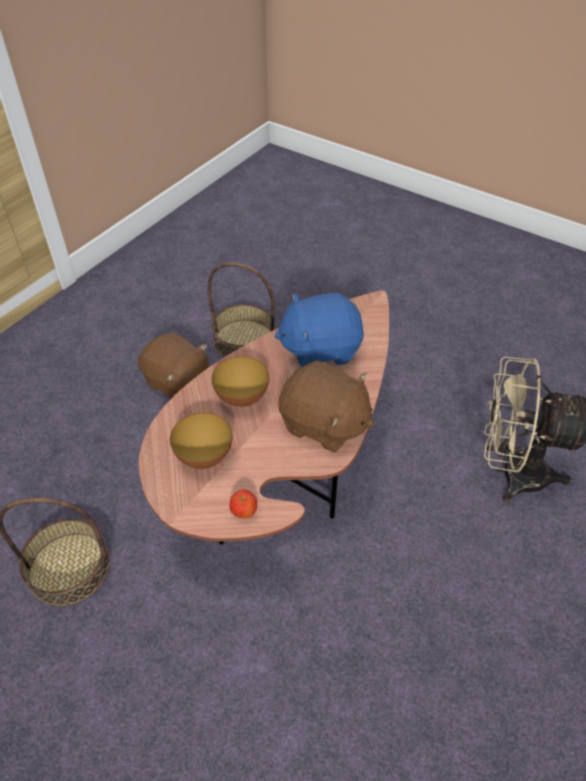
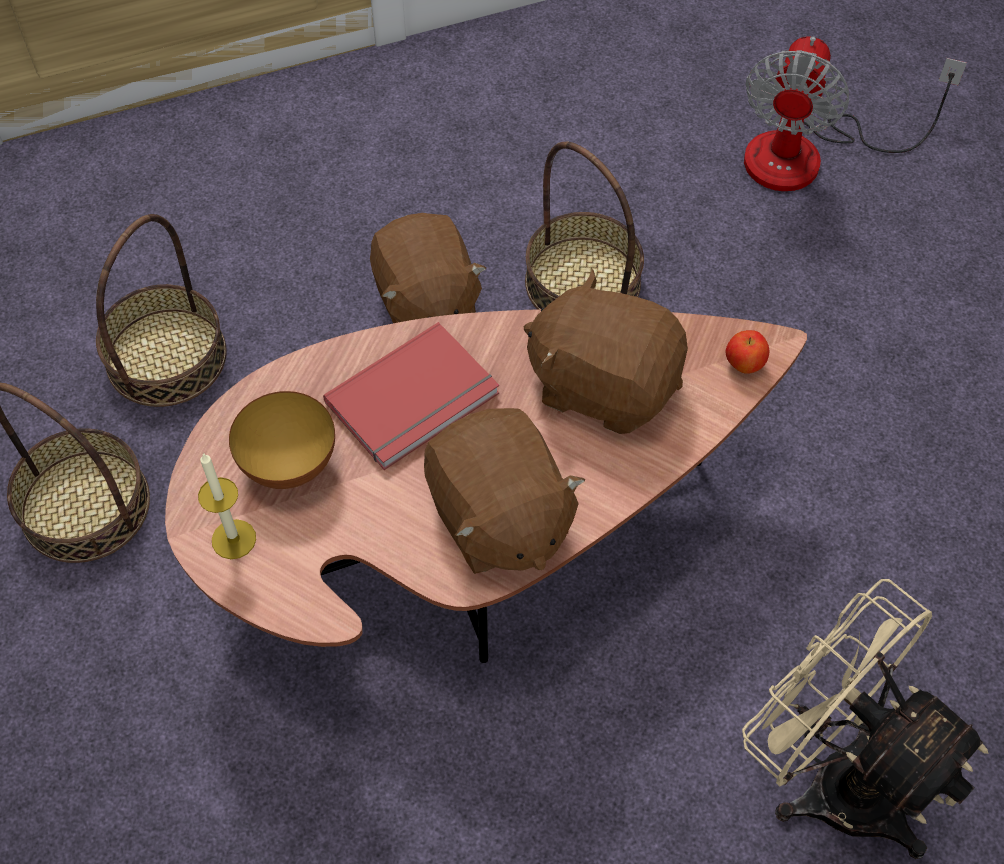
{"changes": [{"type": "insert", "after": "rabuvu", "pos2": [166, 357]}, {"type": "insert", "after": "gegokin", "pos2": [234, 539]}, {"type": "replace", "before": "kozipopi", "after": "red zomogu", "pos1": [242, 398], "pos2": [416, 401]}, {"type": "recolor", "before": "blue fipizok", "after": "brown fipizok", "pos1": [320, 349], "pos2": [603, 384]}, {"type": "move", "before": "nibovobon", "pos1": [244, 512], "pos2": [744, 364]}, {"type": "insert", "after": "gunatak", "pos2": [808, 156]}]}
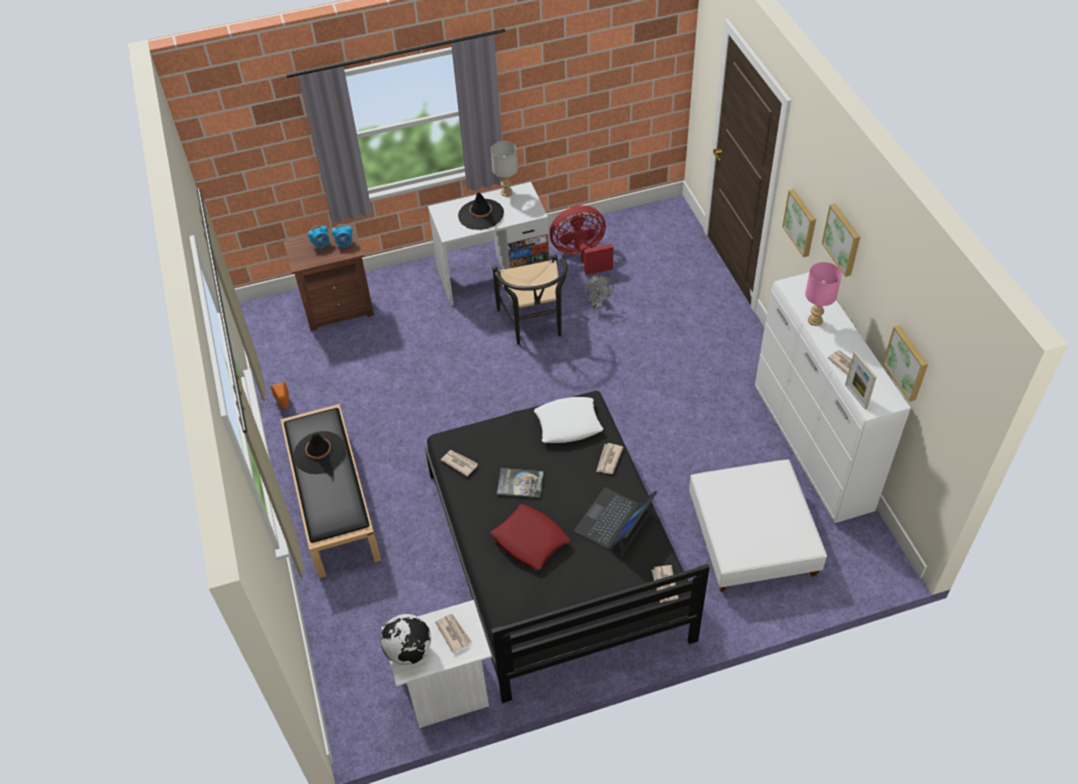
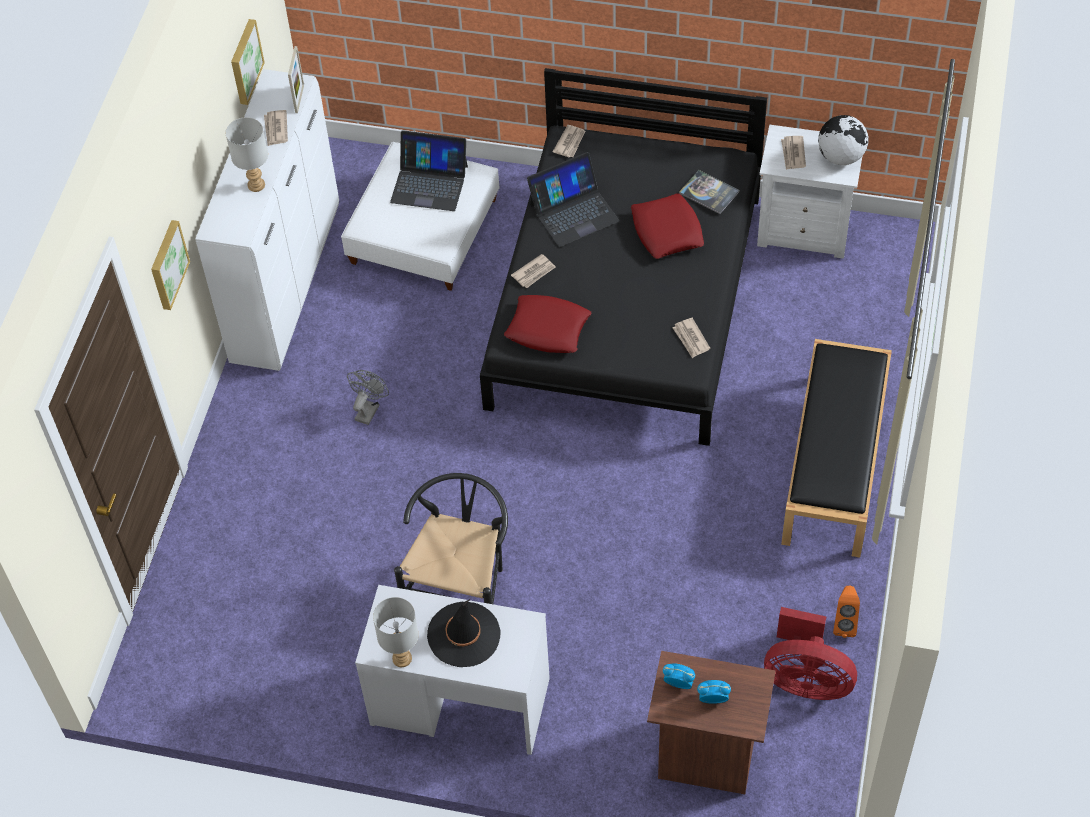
{"changes": [{"type": "recolor", "before": "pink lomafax", "after": "grey lomafax", "pos1": [814, 320], "pos2": [256, 186]}, {"type": "move", "before": "grey gunatak", "pos1": [597, 304], "pos2": [368, 409]}, {"type": "insert", "after": "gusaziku", "pos2": [429, 183]}, {"type": "recolor", "before": "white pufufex", "after": "red pufufex", "pos1": [568, 424], "pos2": [548, 329]}, {"type": "move", "before": "zomogu", "pos1": [520, 483], "pos2": [709, 192]}, {"type": "move", "before": "red gunatak", "pos1": [582, 256], "pos2": [805, 680]}, {"type": "delete", "before": "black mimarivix", "pos1": [319, 453]}, {"type": "delete", "before": "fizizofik", "pos1": [843, 239]}]}
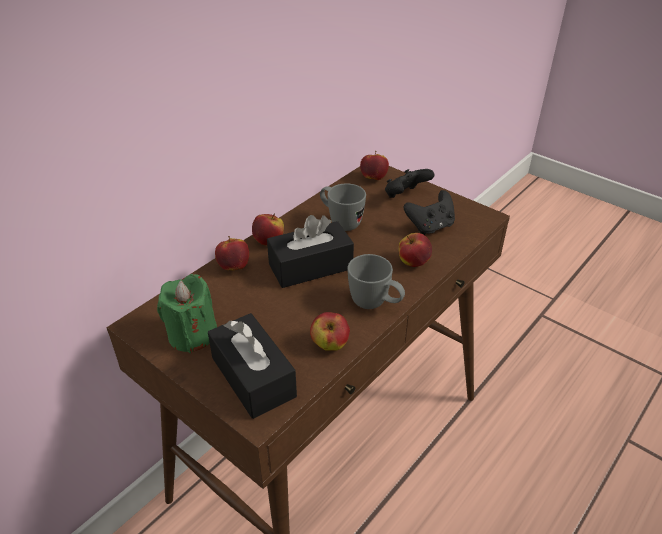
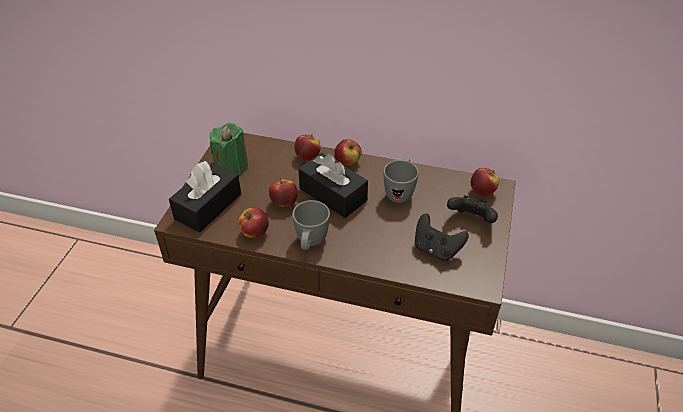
{"changes": [{"type": "move", "before": "nibovobon", "pos1": [413, 262], "pos2": [284, 203]}]}
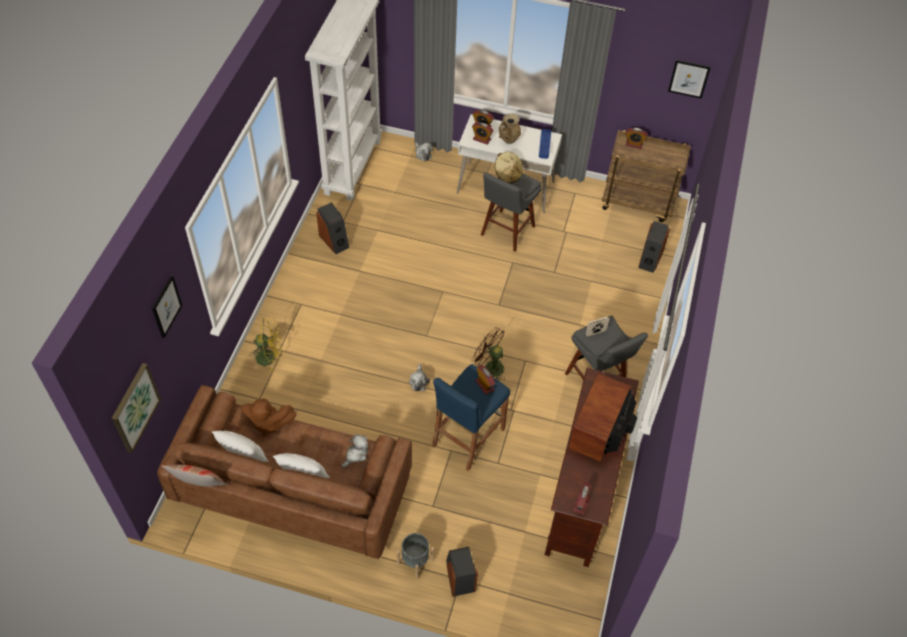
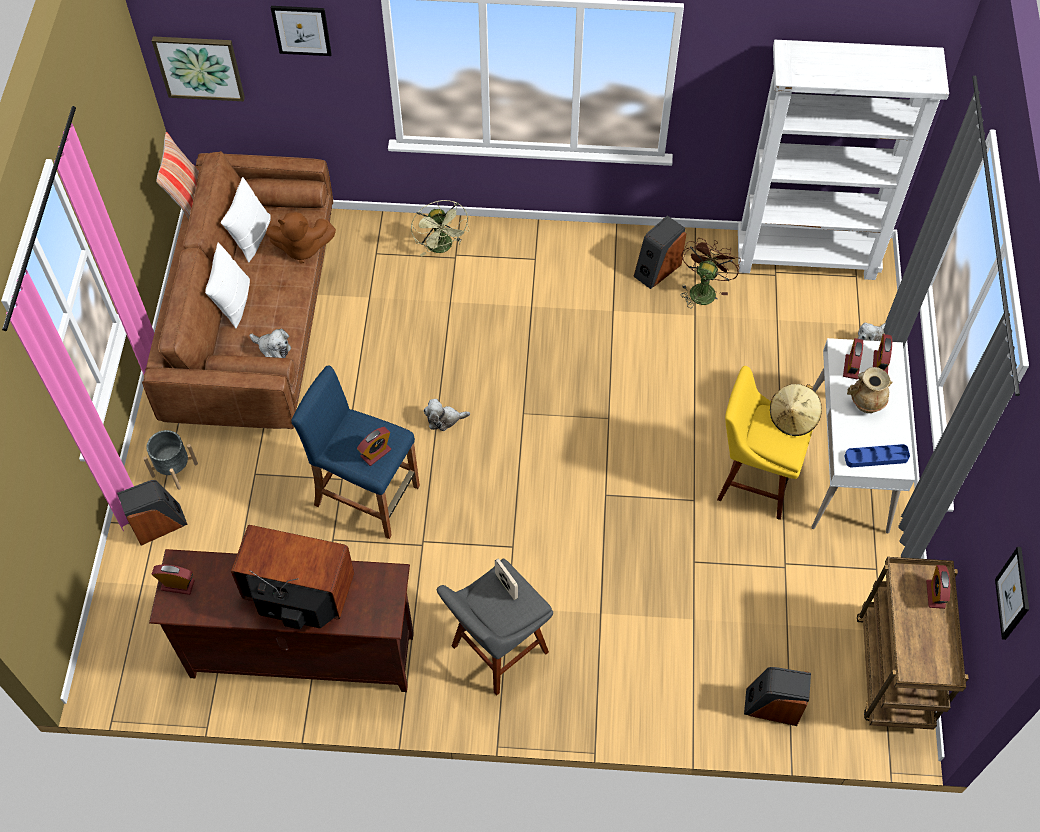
{"changes": [{"type": "rotate", "before": "brown fipizok", "pos1": [268, 423], "pos2": [302, 248], "turn": -90}, {"type": "recolor", "before": "yellow gunatak", "after": "green gunatak", "pos1": [270, 356], "pos2": [442, 248]}, {"type": "move", "before": "brown gunatak", "pos1": [489, 367], "pos2": [703, 289]}, {"type": "recolor", "before": "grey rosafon", "after": "yellow rosafon", "pos1": [506, 232], "pos2": [752, 481]}]}
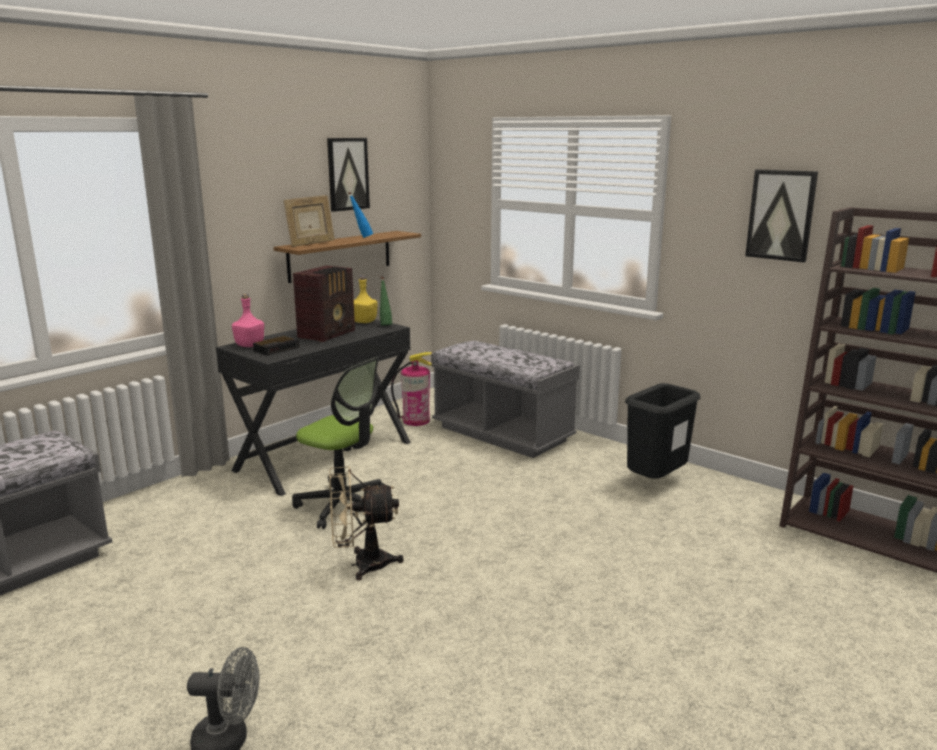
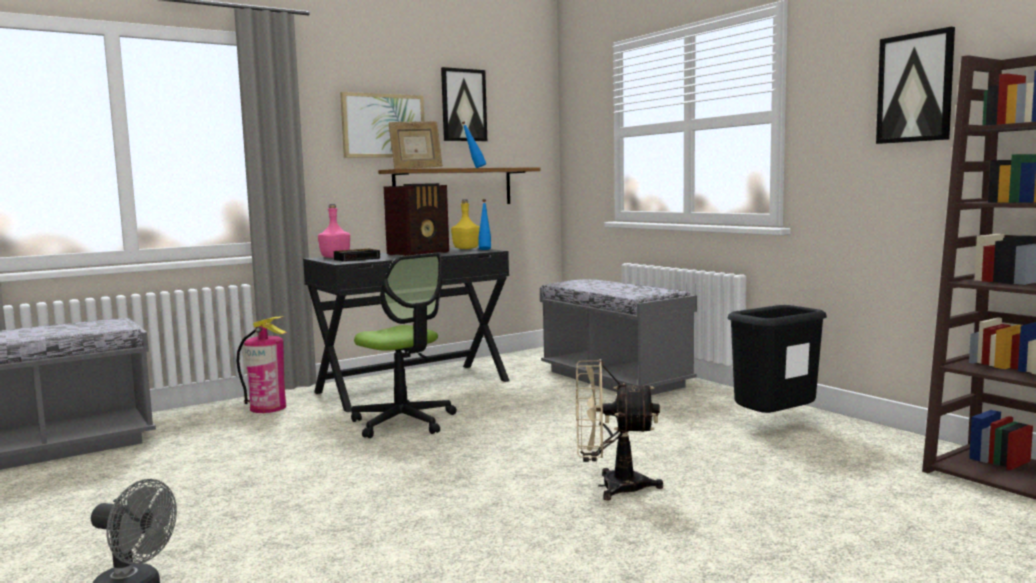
{"changes": [{"type": "move", "before": "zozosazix", "pos1": [416, 421], "pos2": [268, 408]}, {"type": "insert", "after": "fizizofik", "pos2": [383, 126]}, {"type": "recolor", "before": "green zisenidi", "after": "blue zisenidi", "pos1": [385, 325], "pos2": [485, 249]}, {"type": "move", "before": "beige gunatak", "pos1": [361, 565], "pos2": [611, 487]}]}
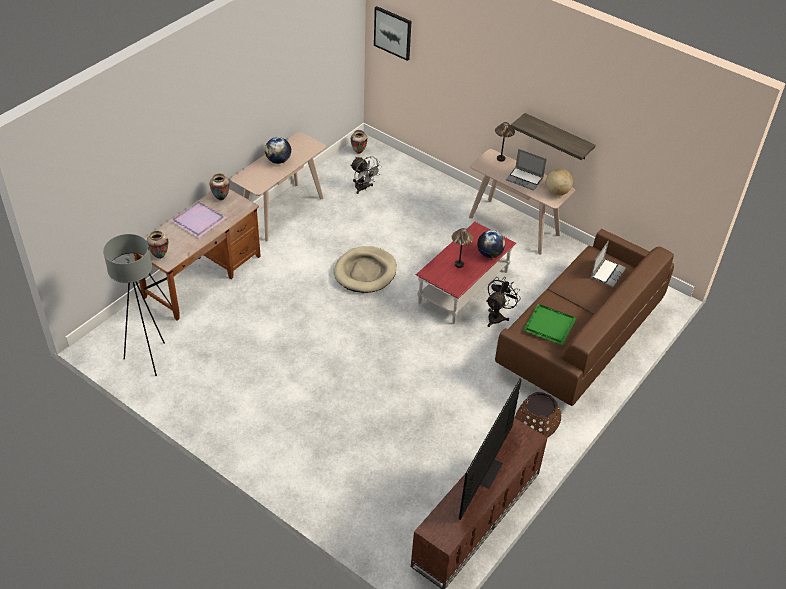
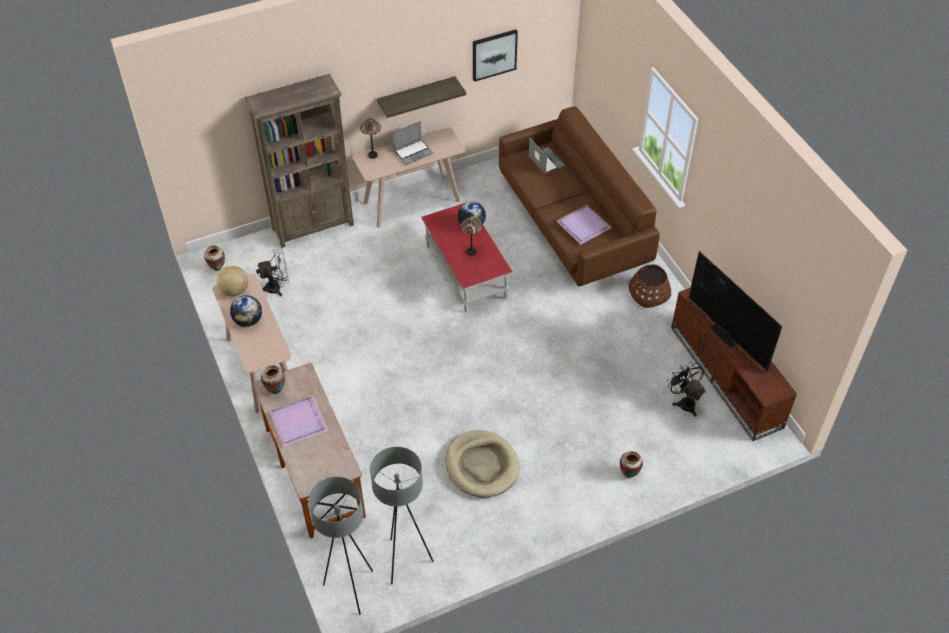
{"changes": [{"type": "move", "before": "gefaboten", "pos1": [557, 192], "pos2": [235, 291]}, {"type": "insert", "after": "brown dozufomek", "pos2": [313, 226]}, {"type": "insert", "after": "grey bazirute", "pos2": [351, 589]}, {"type": "move", "before": "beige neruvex", "pos1": [365, 272], "pos2": [482, 466]}, {"type": "move", "before": "fizizofik", "pos1": [393, 33], "pos2": [494, 54]}, {"type": "recolor", "before": "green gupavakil", "after": "purple gupavakil", "pos1": [550, 326], "pos2": [584, 225]}, {"type": "move", "before": "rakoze", "pos1": [160, 256], "pos2": [628, 474]}, {"type": "move", "before": "black gunatak", "pos1": [497, 316], "pos2": [684, 402]}]}
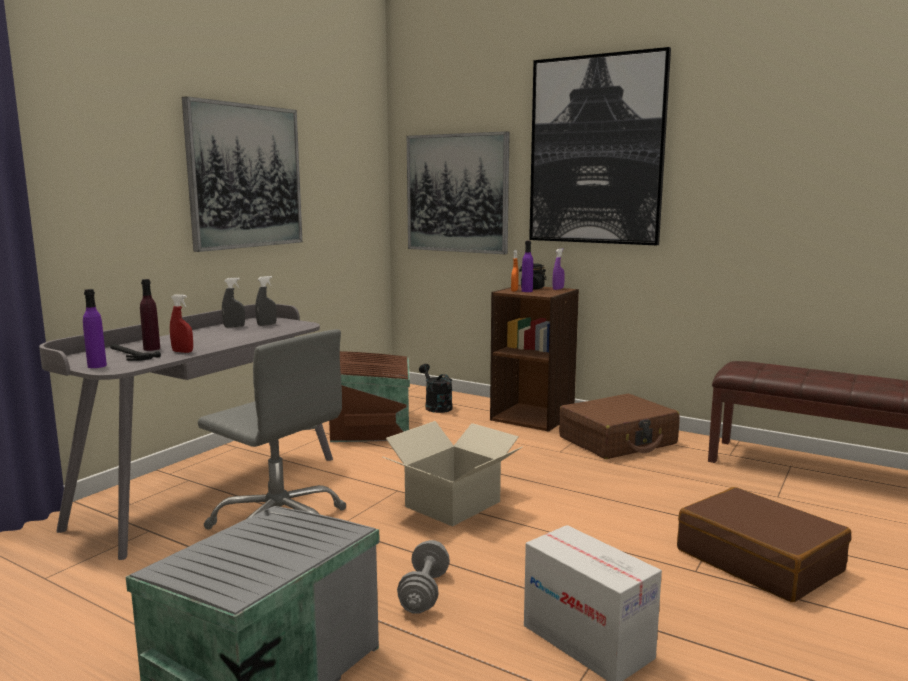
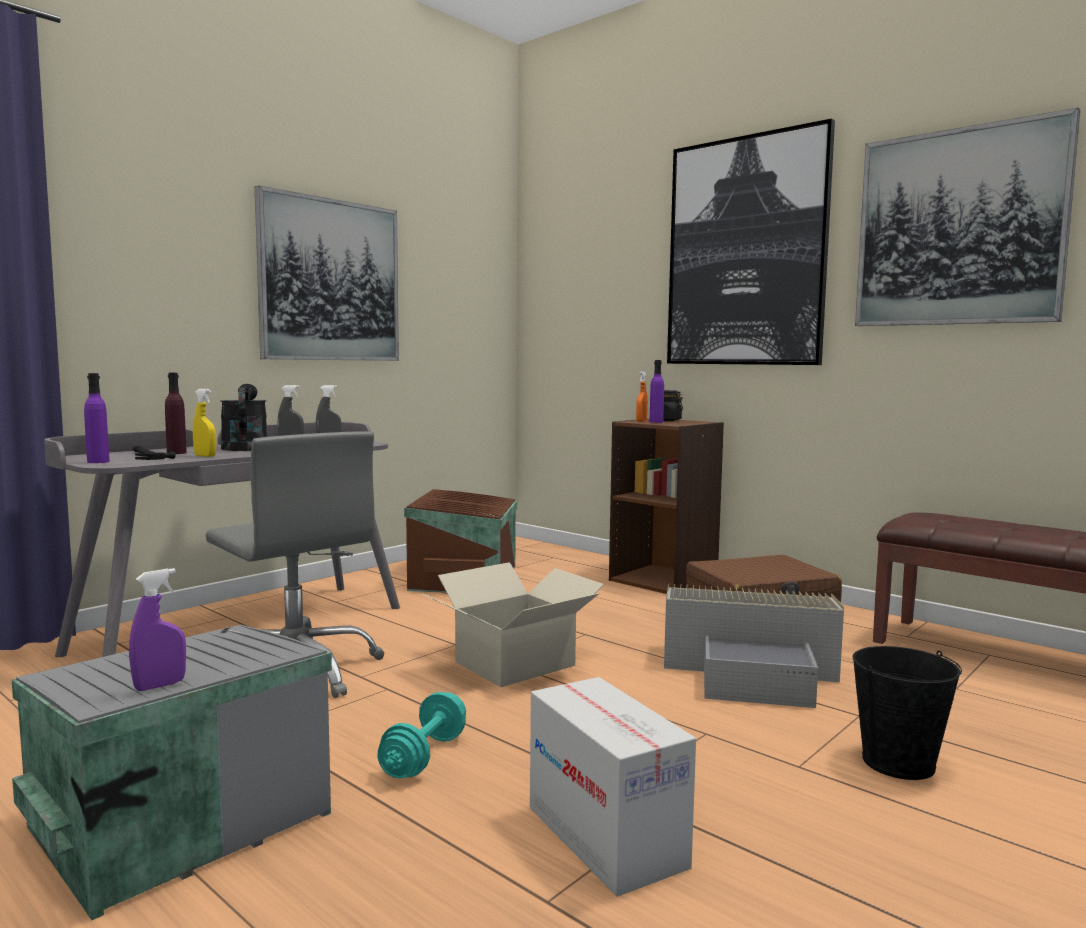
{"changes": [{"type": "move", "before": "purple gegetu", "pos1": [558, 289], "pos2": [160, 685]}, {"type": "recolor", "before": "red gegetu", "after": "yellow gegetu", "pos1": [182, 352], "pos2": [205, 456]}, {"type": "move", "before": "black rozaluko", "pos1": [436, 406], "pos2": [245, 447]}, {"type": "recolor", "before": "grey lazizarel", "after": "turquoise lazizarel", "pos1": [424, 592], "pos2": [424, 756]}, {"type": "insert", "after": "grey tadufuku", "pos2": [753, 670]}, {"type": "replace", "before": "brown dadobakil", "after": "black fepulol", "pos1": [759, 560], "pos2": [897, 762]}, {"type": "move", "before": "fizizofik", "pos1": [457, 193], "pos2": [959, 228]}]}
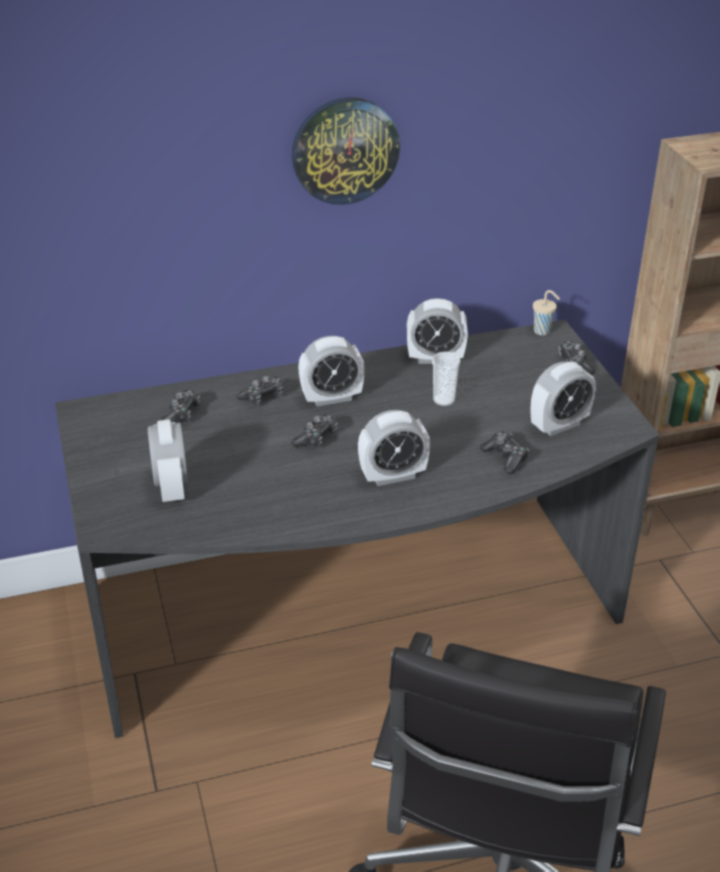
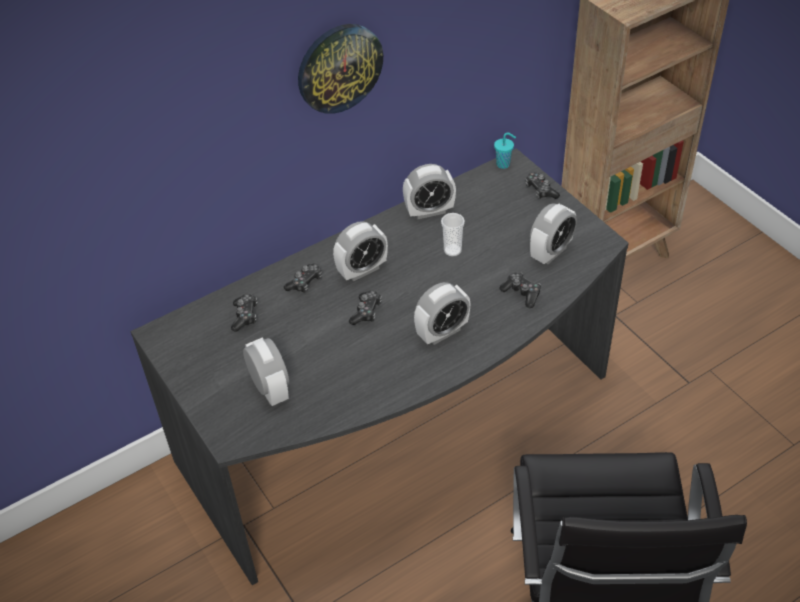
{"changes": [{"type": "recolor", "before": "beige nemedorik", "after": "turquoise nemedorik", "pos1": [543, 331], "pos2": [504, 164]}]}
